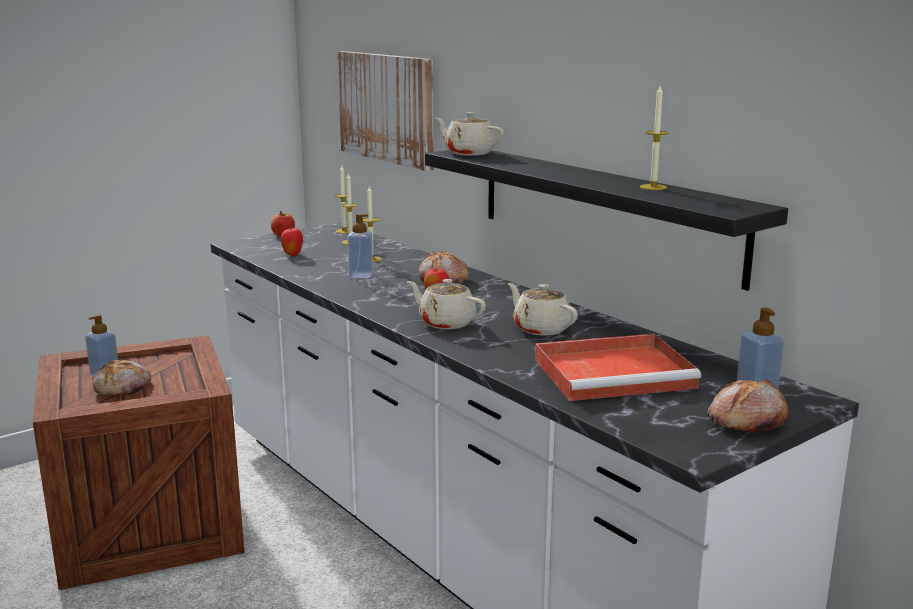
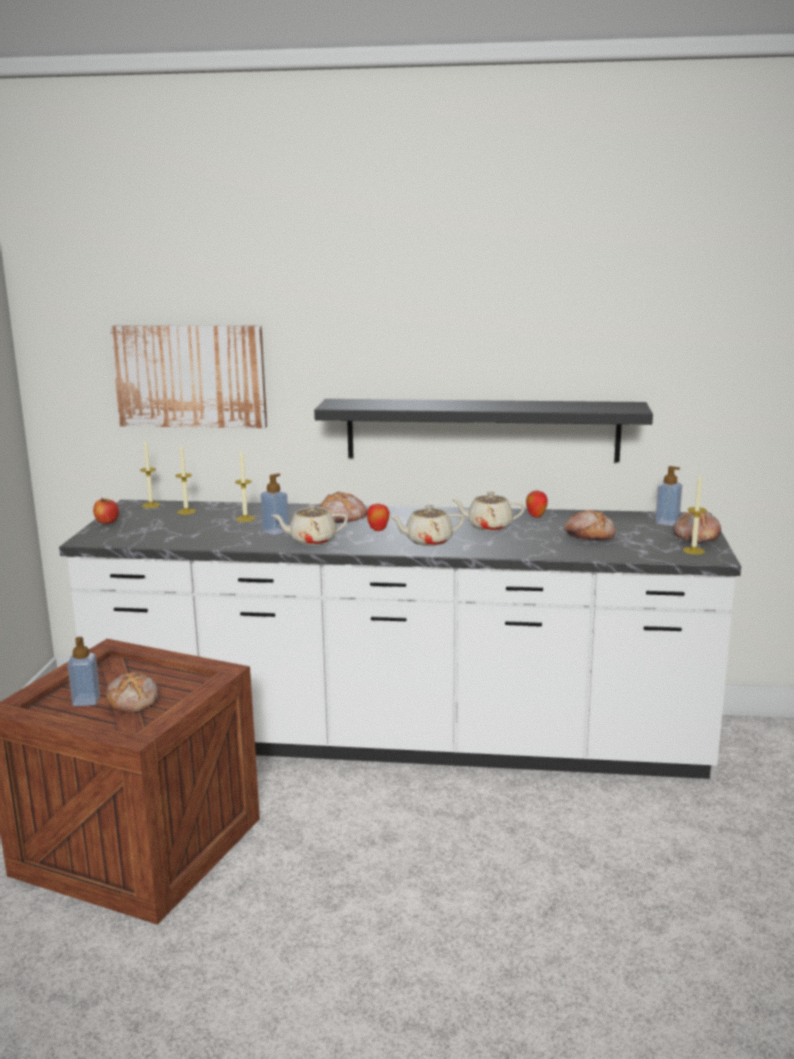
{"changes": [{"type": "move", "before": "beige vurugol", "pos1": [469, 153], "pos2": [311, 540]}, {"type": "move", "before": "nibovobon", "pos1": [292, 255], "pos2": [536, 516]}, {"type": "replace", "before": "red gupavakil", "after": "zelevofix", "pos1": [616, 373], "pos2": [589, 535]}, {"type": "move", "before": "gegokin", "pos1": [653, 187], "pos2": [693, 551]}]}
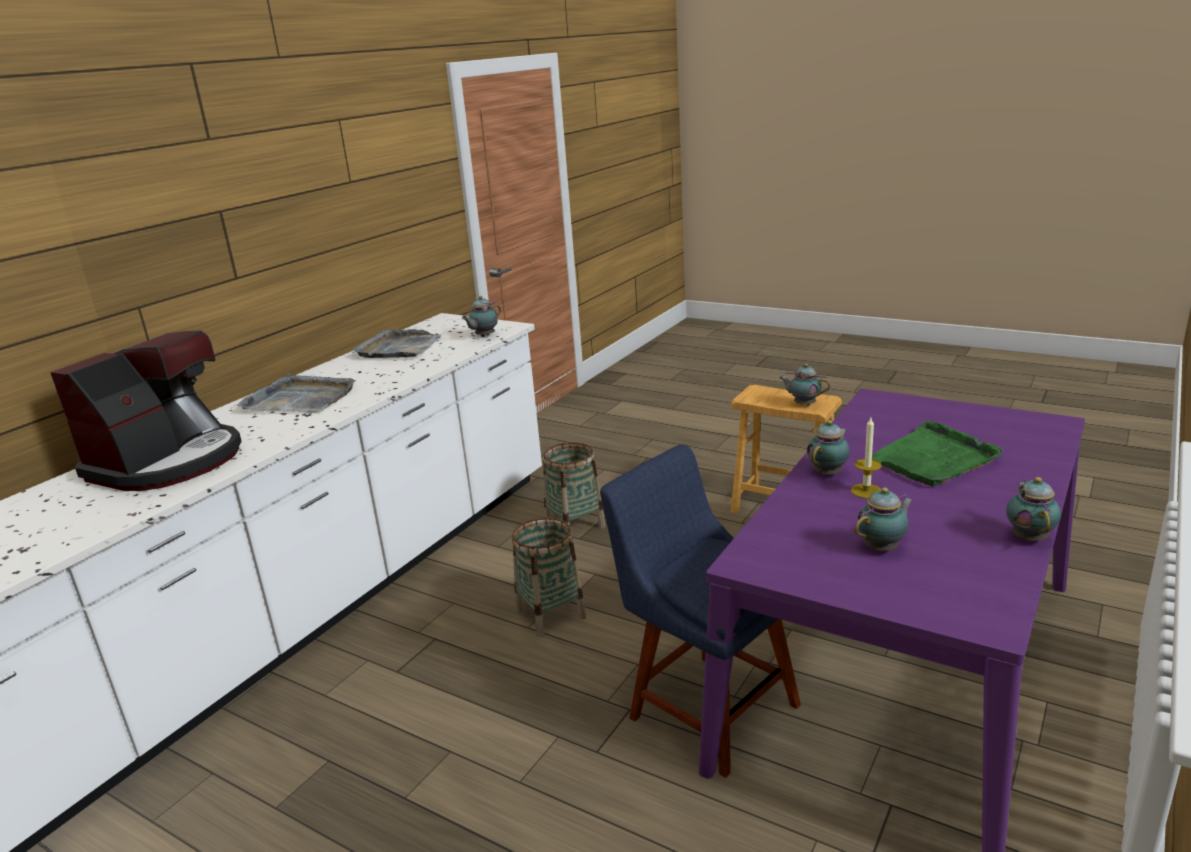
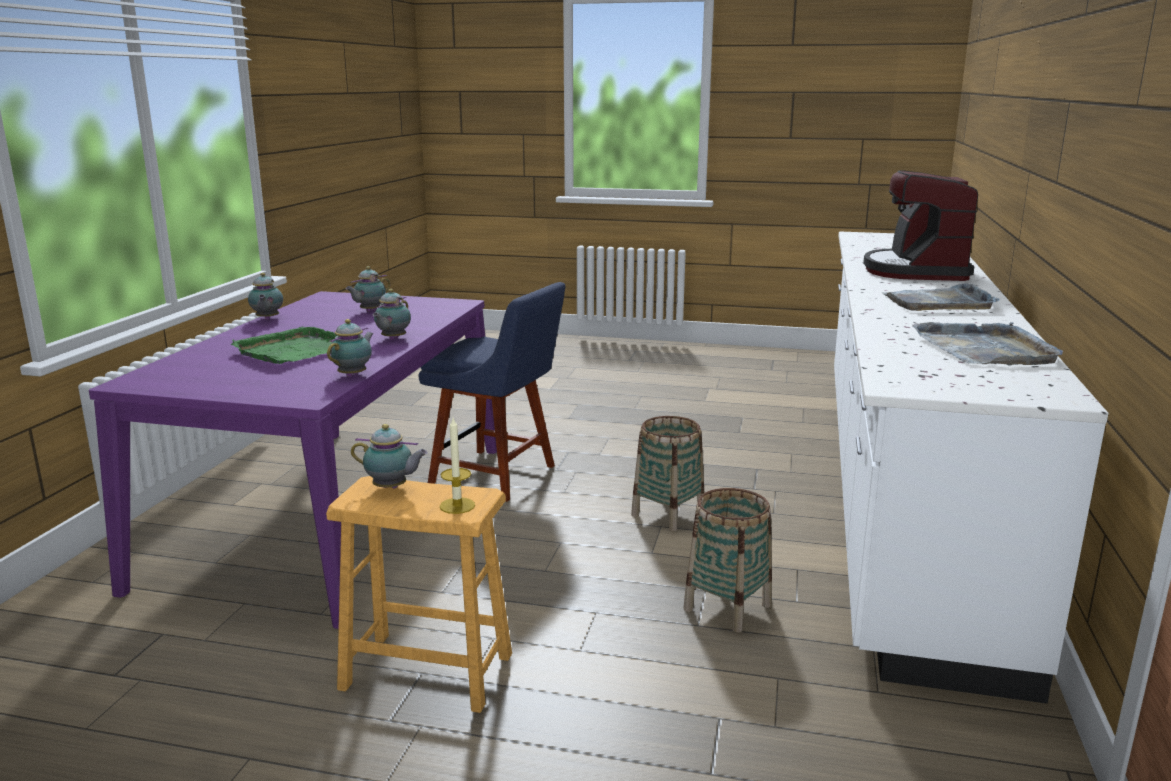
{"changes": [{"type": "move", "before": "vurugol", "pos1": [484, 336], "pos2": [354, 375]}, {"type": "move", "before": "gegokin", "pos1": [866, 491], "pos2": [457, 505]}]}
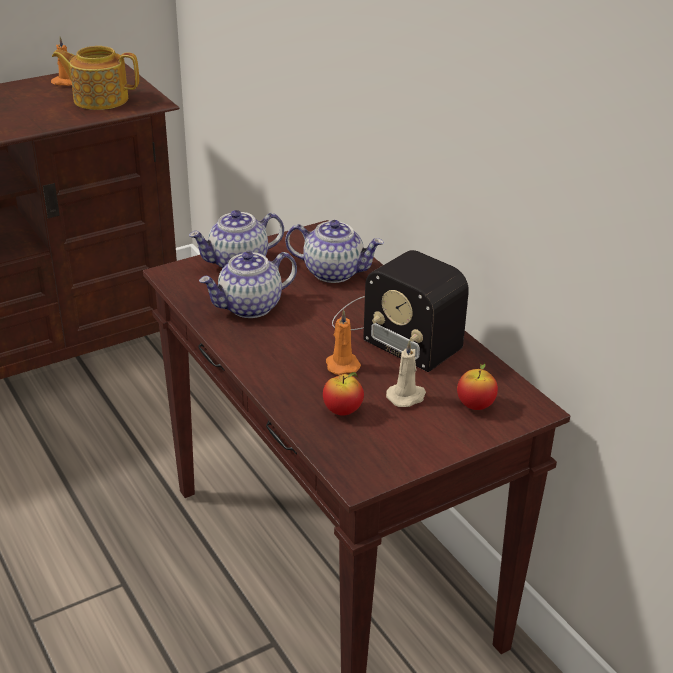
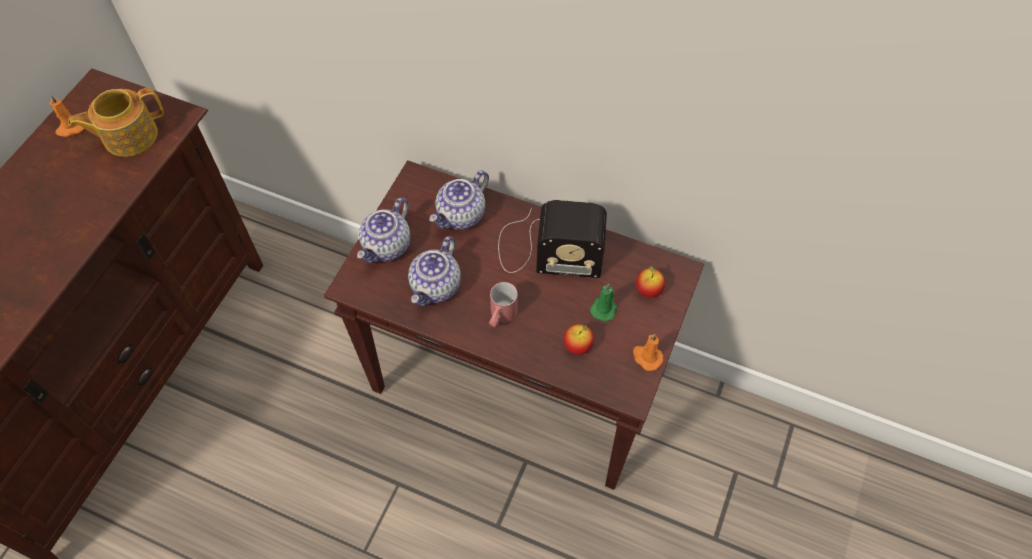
{"changes": [{"type": "rotate", "before": "vurugol", "pos1": [334, 272], "pos2": [461, 216], "turn": 150}, {"type": "insert", "after": "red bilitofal", "pos2": [501, 316]}, {"type": "recolor", "before": "beige gegokin", "after": "green gegokin", "pos1": [407, 396], "pos2": [604, 308]}, {"type": "move", "before": "orange gegokin", "pos1": [341, 364], "pos2": [646, 357]}]}
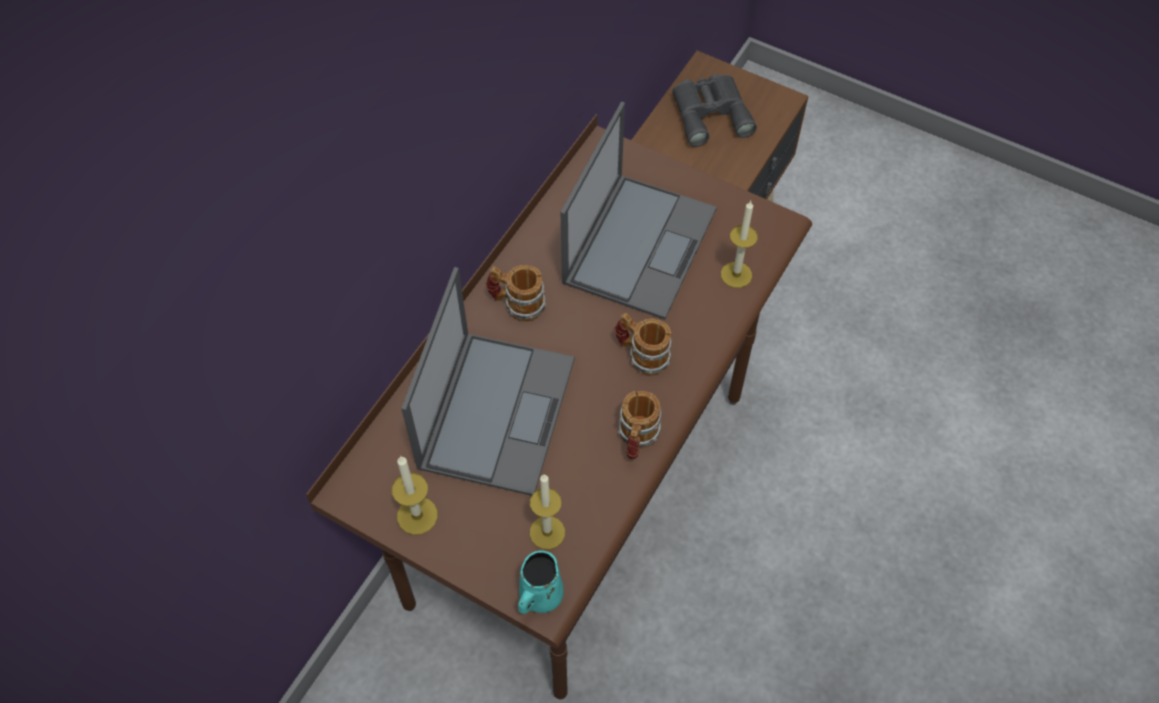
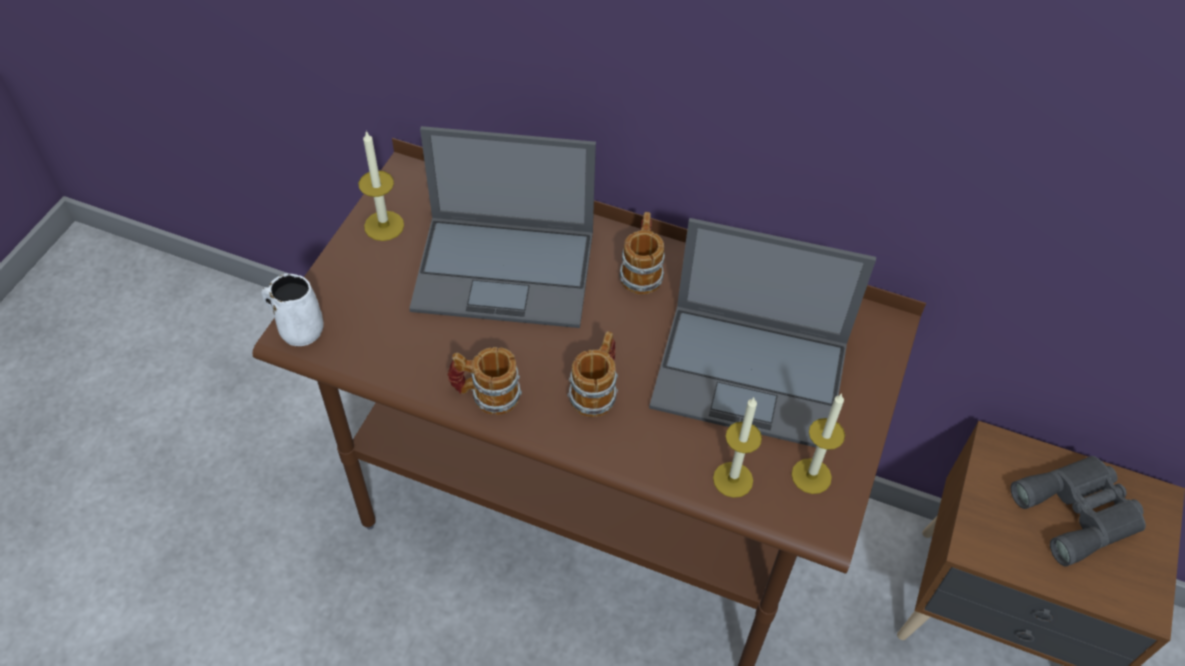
{"changes": [{"type": "recolor", "before": "turquoise bilitofal", "after": "white bilitofal", "pos1": [539, 597], "pos2": [299, 329]}, {"type": "move", "before": "gegokin", "pos1": [547, 532], "pos2": [811, 476]}]}
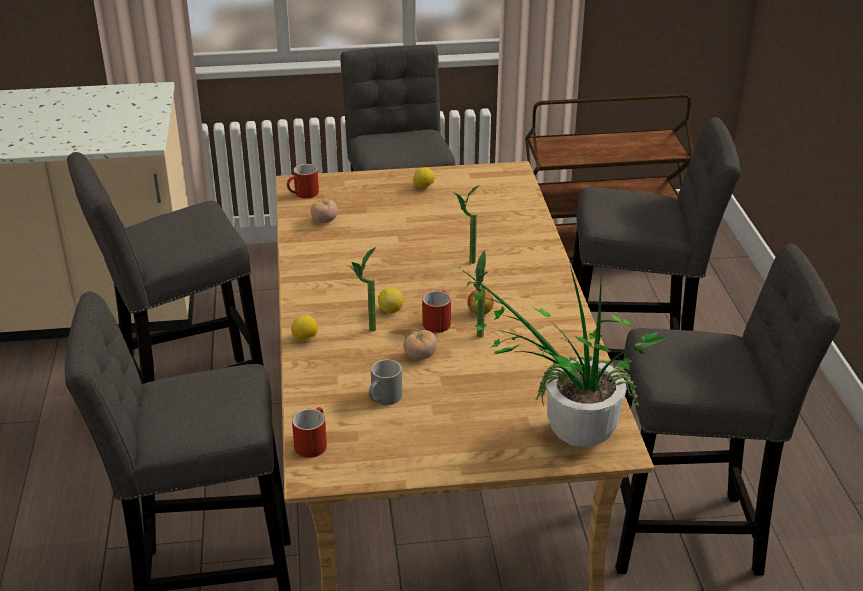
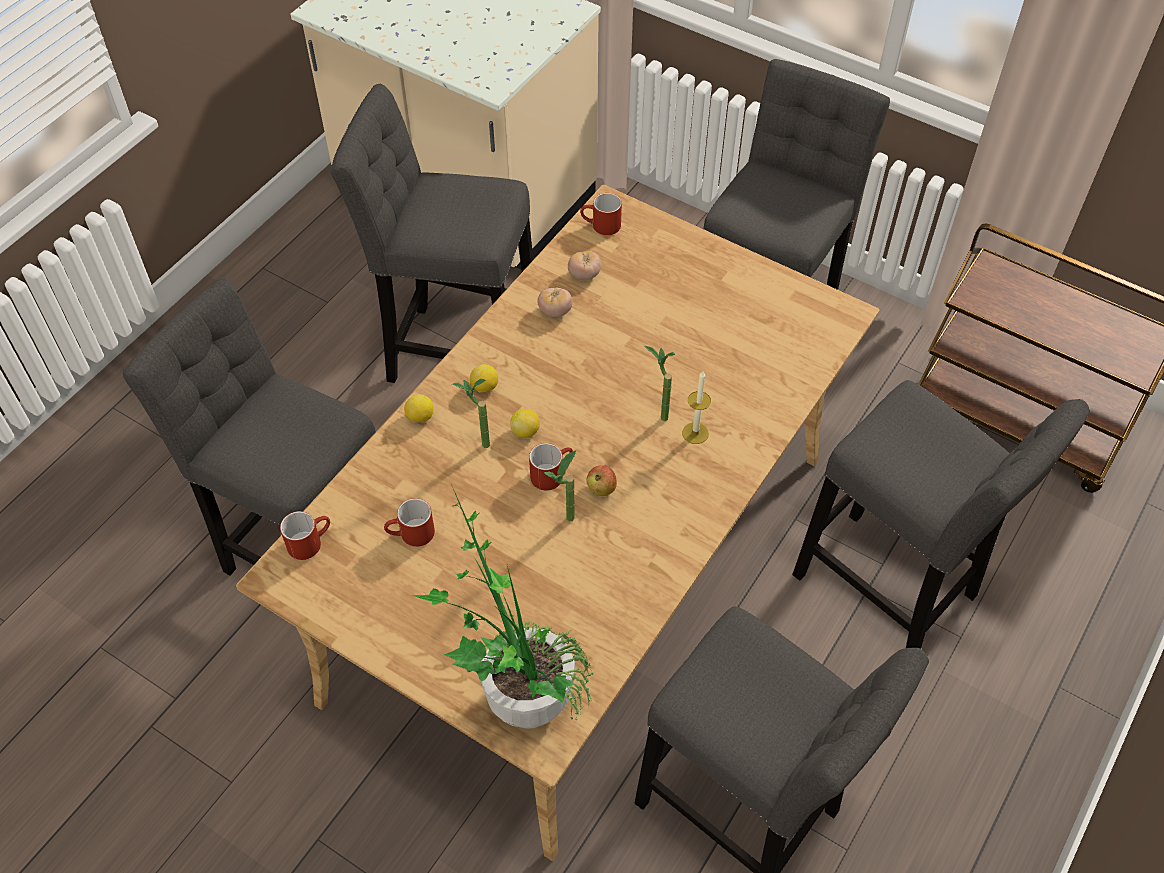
{"changes": [{"type": "recolor", "before": "grey bilitofal", "after": "red bilitofal", "pos1": [384, 399], "pos2": [411, 535]}, {"type": "move", "before": "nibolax", "pos1": [424, 187], "pos2": [484, 387]}, {"type": "move", "before": "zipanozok", "pos1": [420, 356], "pos2": [555, 311]}, {"type": "insert", "after": "gegokin", "pos2": [695, 433]}]}
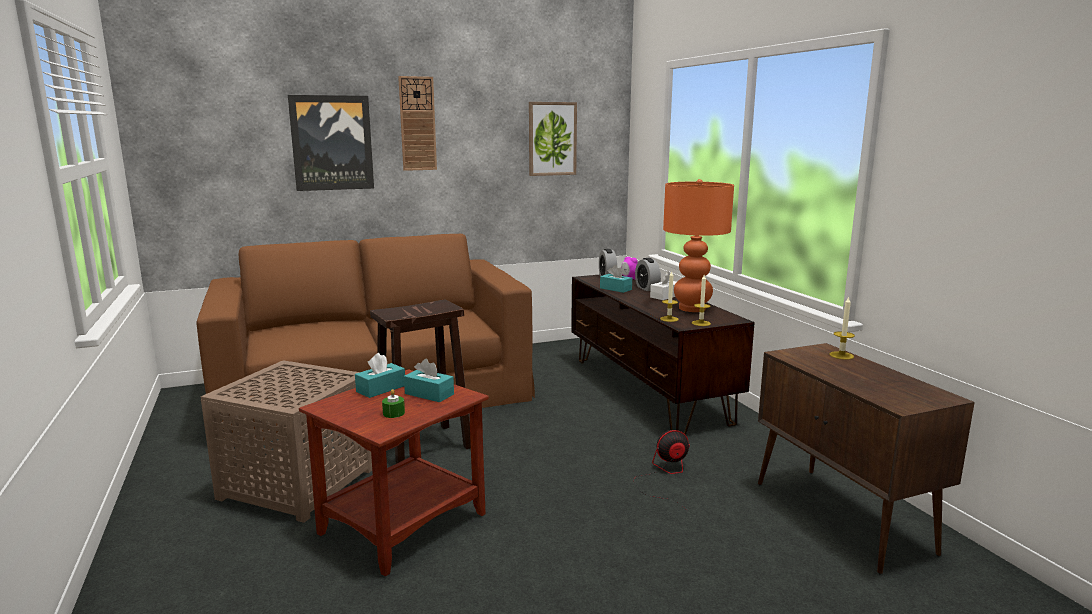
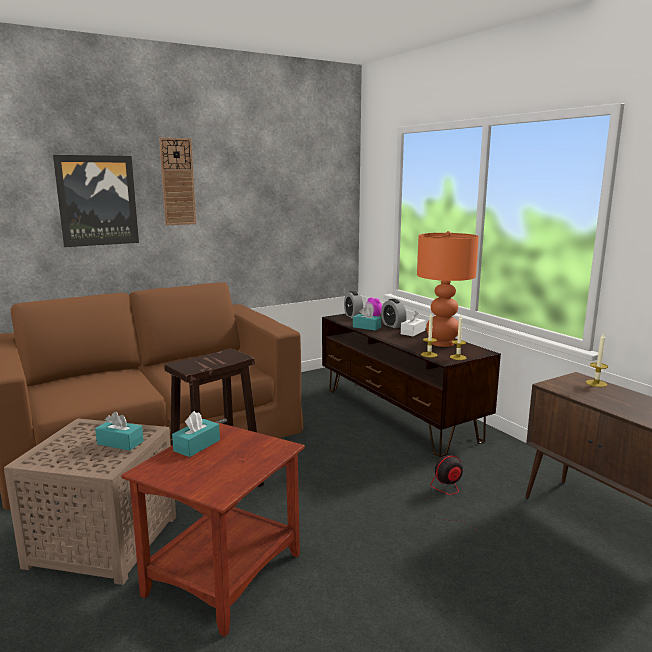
{"changes": [{"type": "move", "before": "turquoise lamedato", "pos1": [429, 394], "pos2": [120, 443]}, {"type": "delete", "before": "green gegokin", "pos1": [393, 413]}, {"type": "delete", "before": "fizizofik", "pos1": [552, 139]}]}
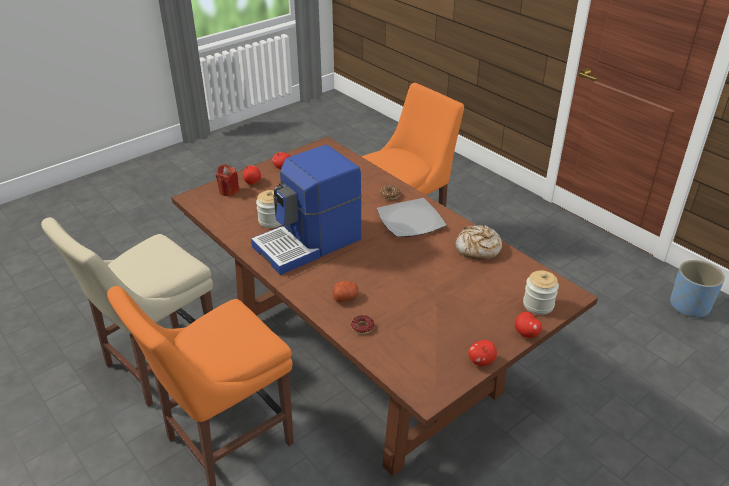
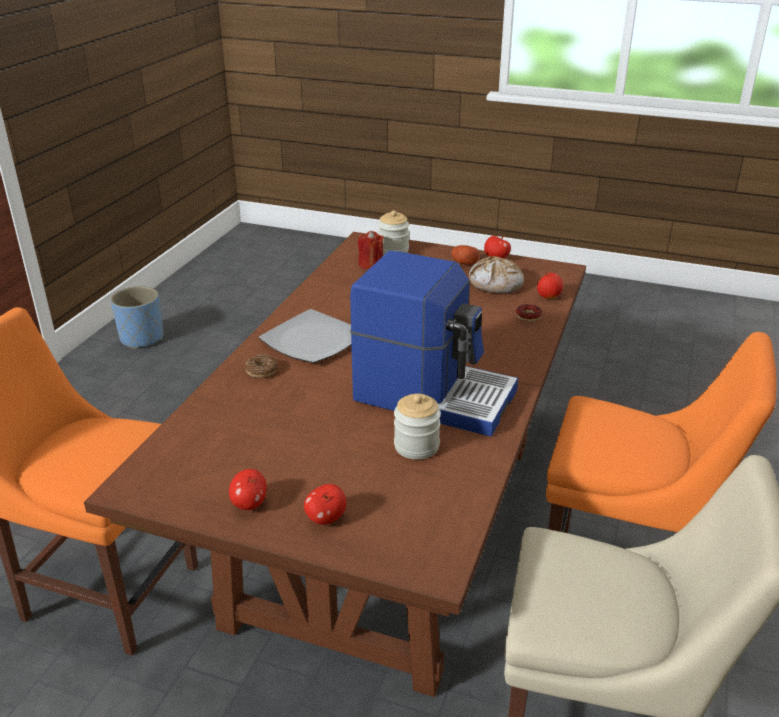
{"changes": [{"type": "move", "before": "red gegokin", "pos1": [228, 191], "pos2": [371, 264]}, {"type": "move", "before": "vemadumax", "pos1": [345, 297], "pos2": [464, 262]}, {"type": "move", "before": "zelevofix", "pos1": [478, 248], "pos2": [496, 284]}, {"type": "move", "before": "nibovobon", "pos1": [526, 334], "pos2": [548, 297]}]}
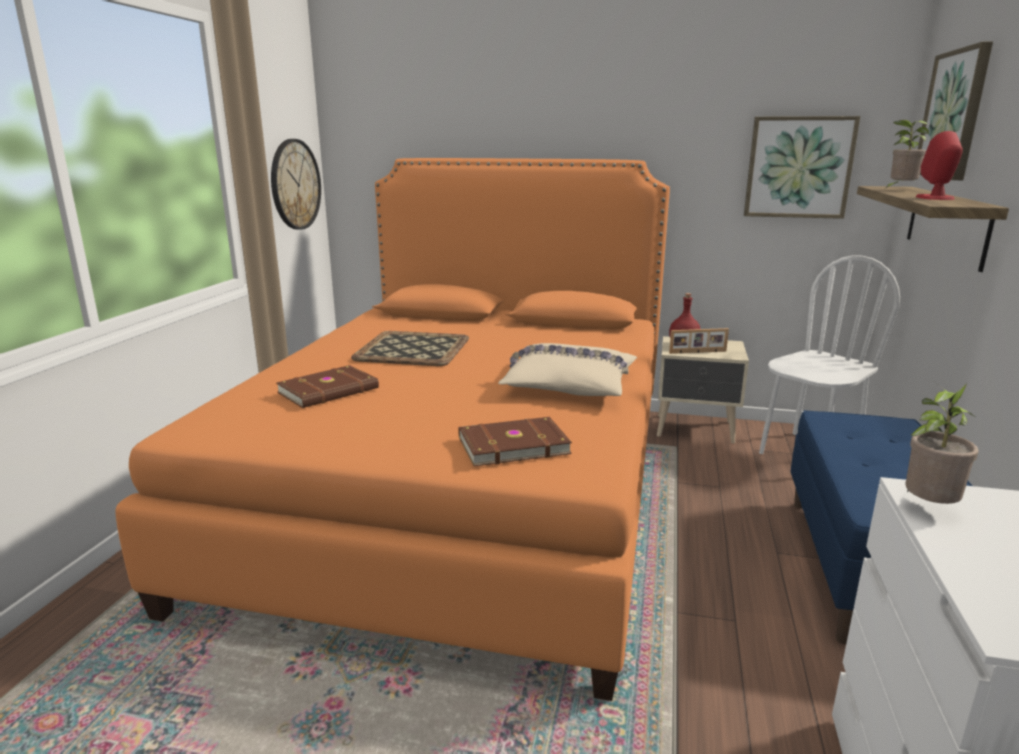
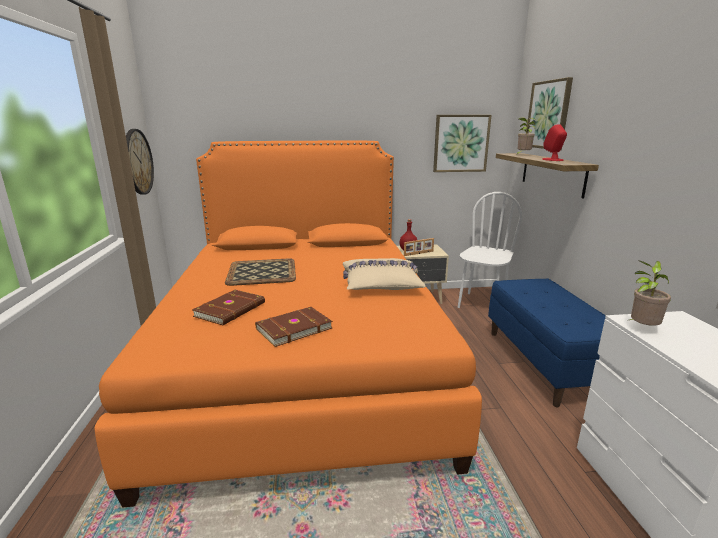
{"changes": [{"type": "move", "before": "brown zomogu", "pos1": [512, 445], "pos2": [293, 328]}]}
